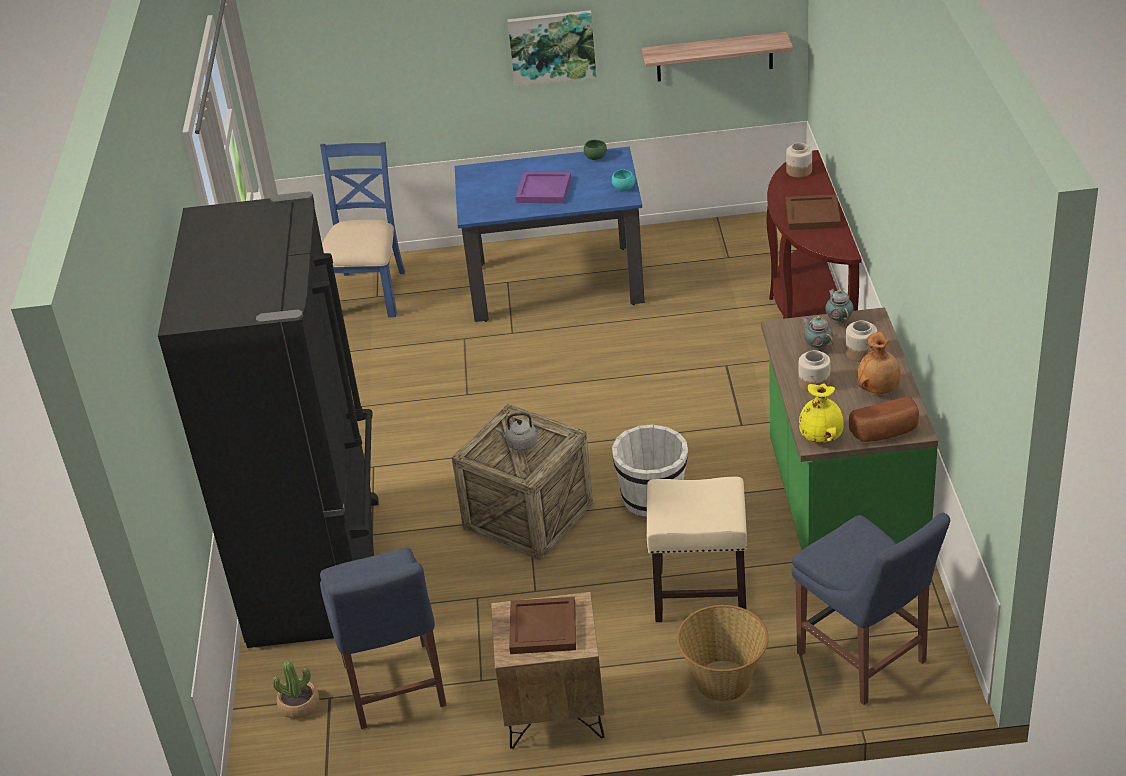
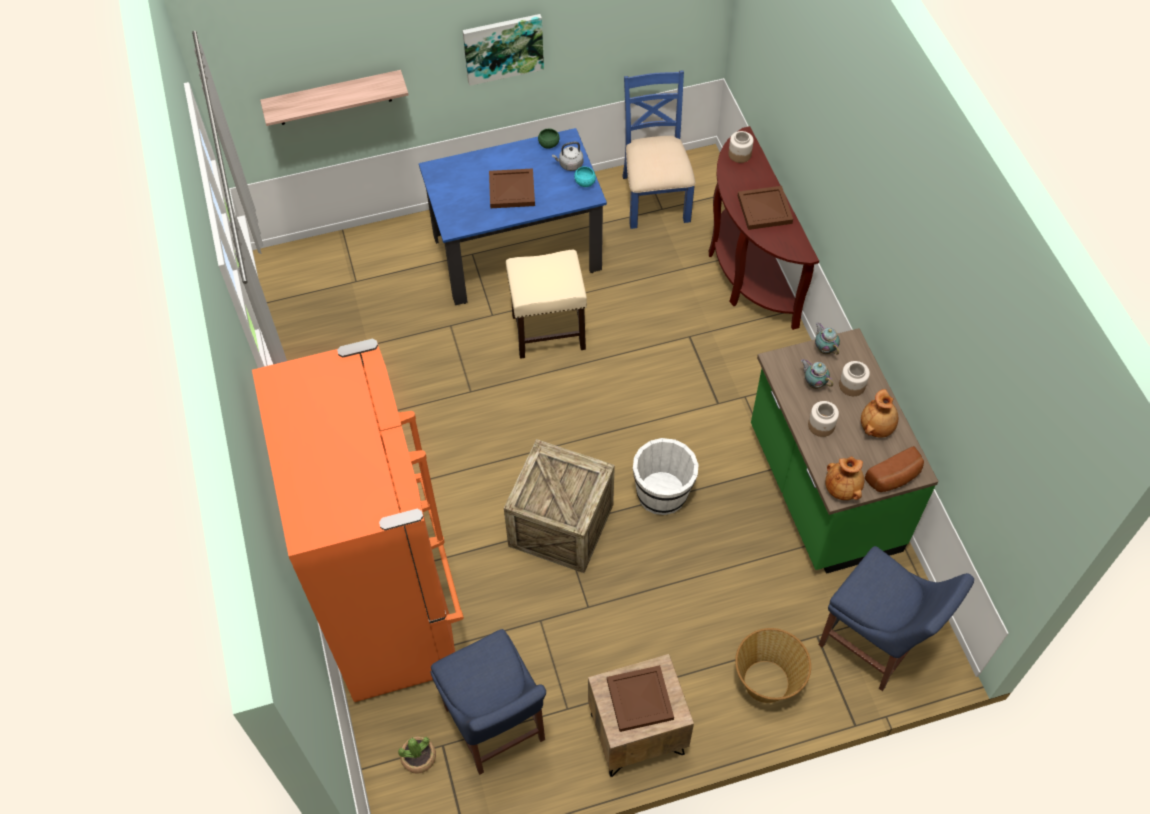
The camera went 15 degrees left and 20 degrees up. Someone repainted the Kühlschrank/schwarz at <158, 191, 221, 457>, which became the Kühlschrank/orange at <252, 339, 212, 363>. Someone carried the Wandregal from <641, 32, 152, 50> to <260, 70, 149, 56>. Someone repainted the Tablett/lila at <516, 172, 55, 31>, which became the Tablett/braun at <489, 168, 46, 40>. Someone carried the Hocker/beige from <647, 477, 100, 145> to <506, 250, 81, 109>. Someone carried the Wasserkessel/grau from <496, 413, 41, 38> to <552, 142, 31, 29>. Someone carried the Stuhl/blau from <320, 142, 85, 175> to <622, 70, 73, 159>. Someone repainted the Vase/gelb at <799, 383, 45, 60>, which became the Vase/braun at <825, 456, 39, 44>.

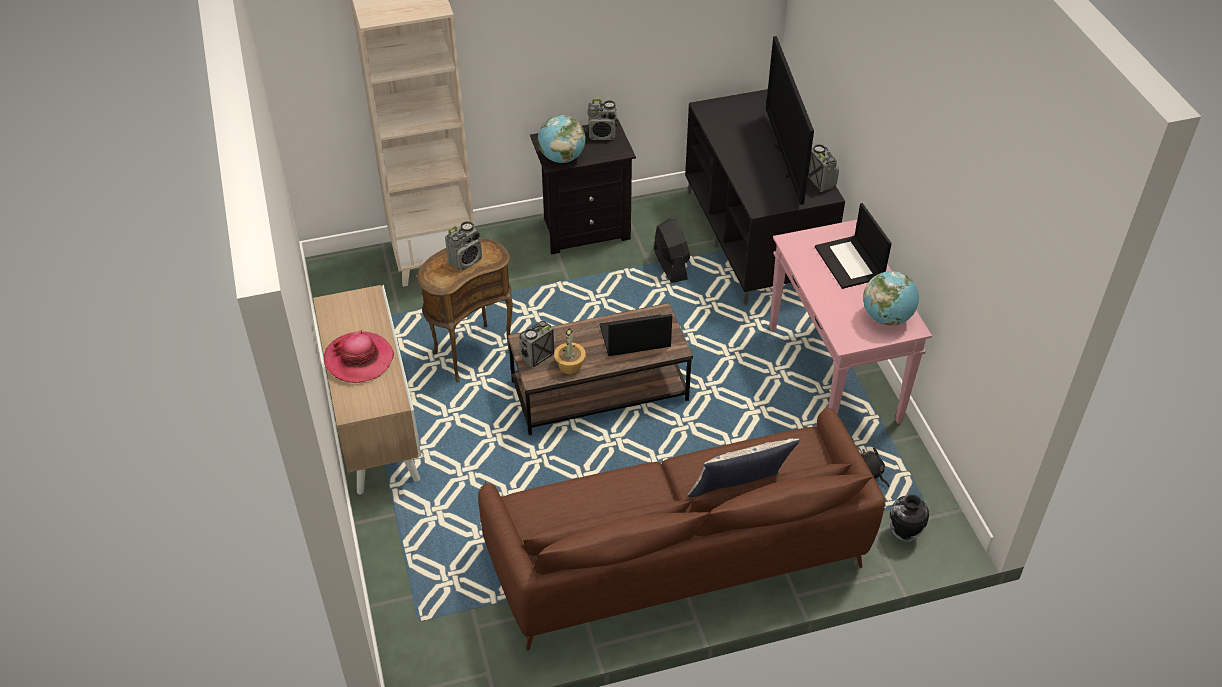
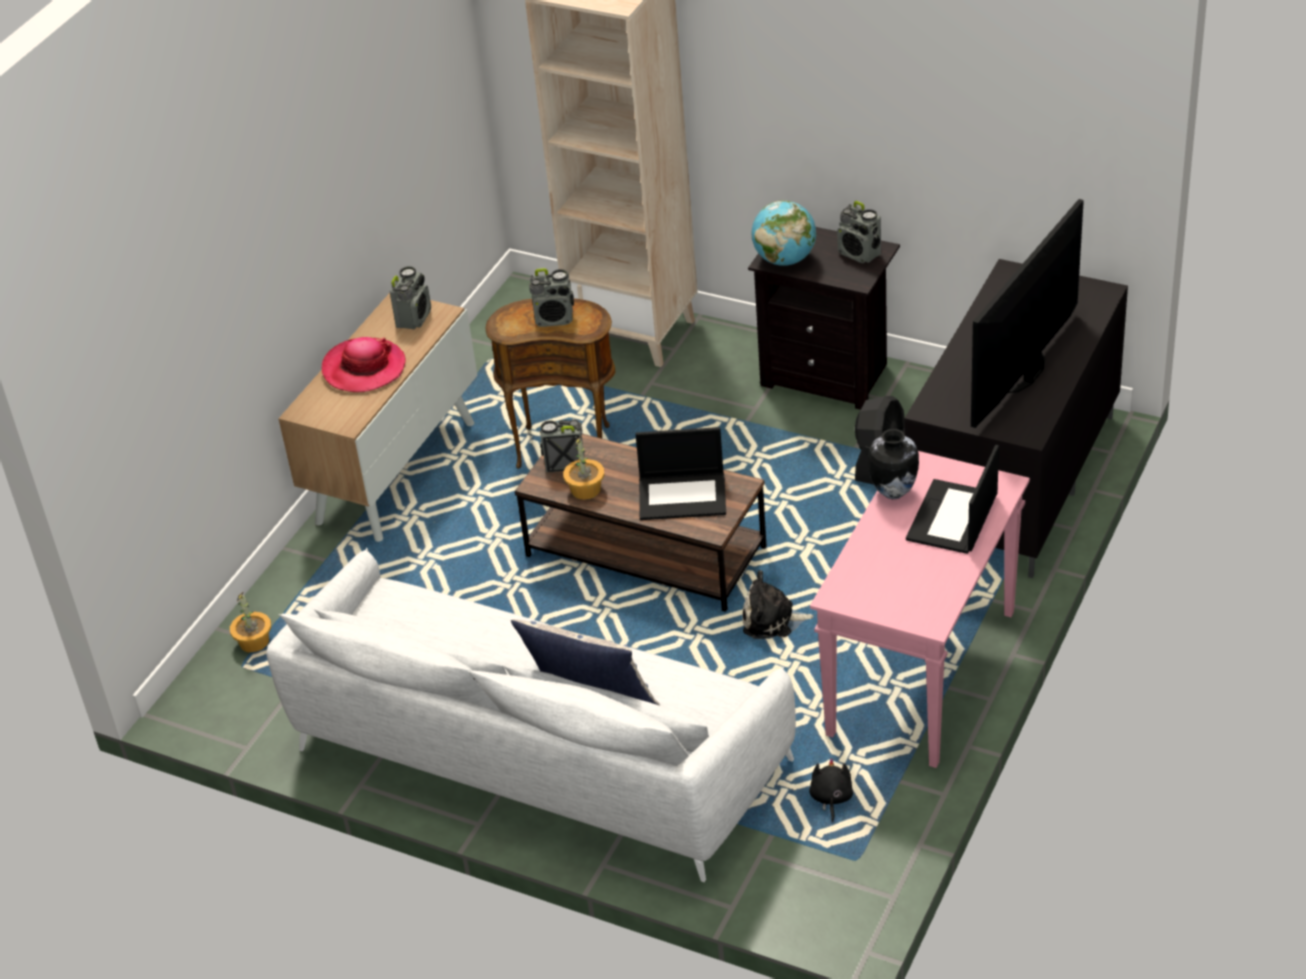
The camera went 45 degrees right and 5 degrees down. Someone put down the Topfpflanze at <230, 591, 41, 62>. Someone repainted the Sofa/braun at <478, 406, 407, 245>, which became the Sofa/weiß at <266, 548, 530, 334>. Someone carried the Radio from <808, 144, 31, 48> to <389, 266, 42, 64>. Someone rotated the Laptop at <600, 314, 72, 42> by 150 degrees clockwise. Someone put down the Plüschtier at <742, 570, 72, 69>. Someone carried the Vase from <890, 495, 39, 46> to <868, 429, 51, 70>. Someone took away the Globus at <863, 271, 56, 54>.

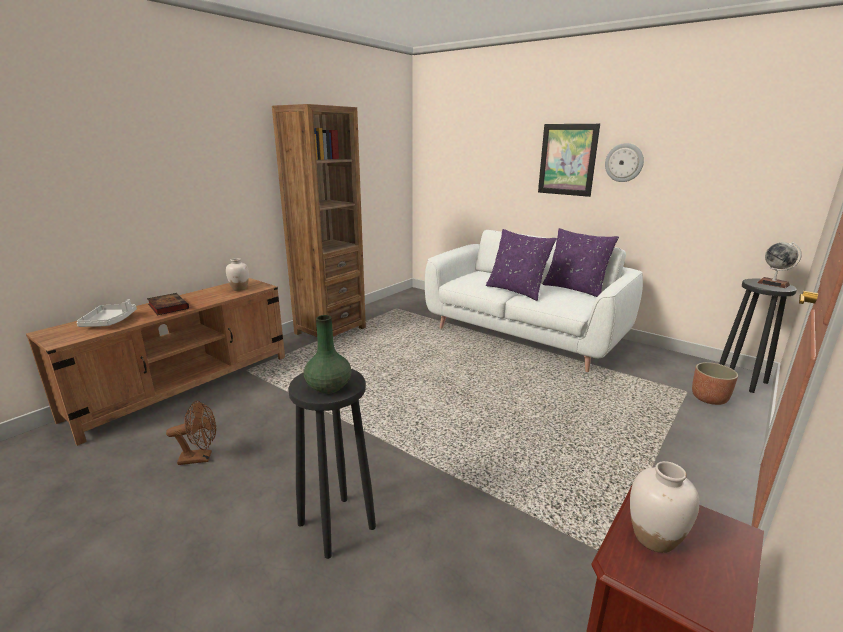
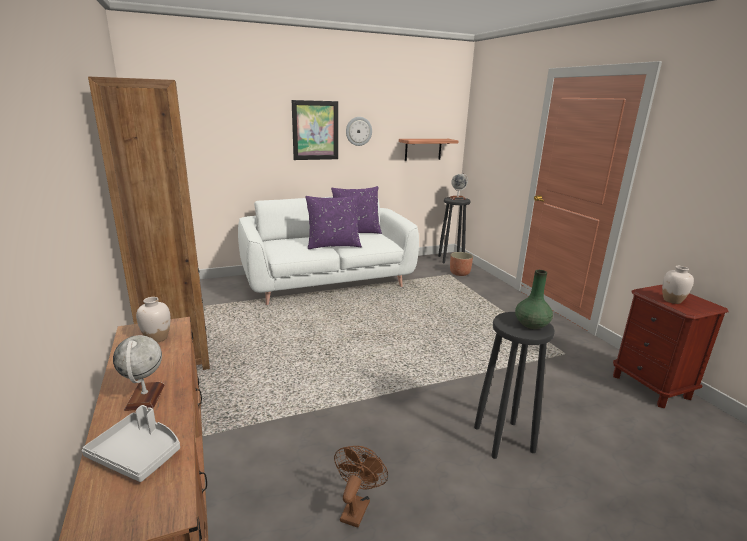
The camera went 60 degrees left and 0 degrees up. Someone swapped the Buch at <147, 293, 42, 22> for the Globus at <113, 335, 52, 76>. Someone put up the Wandregal at <399, 139, 60, 22>.

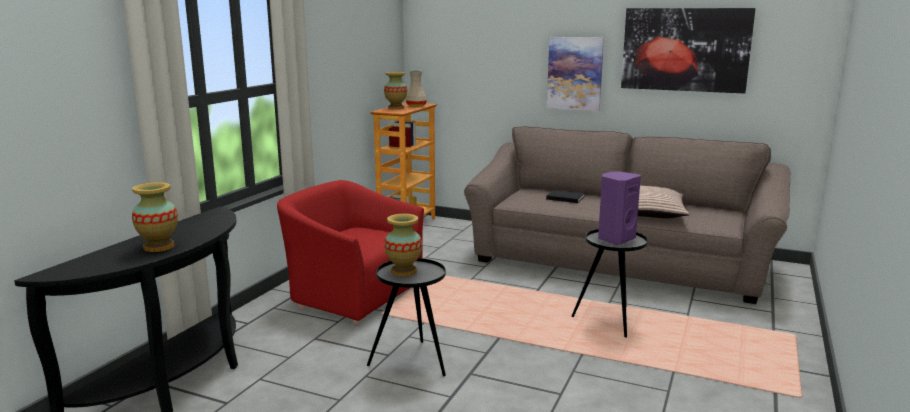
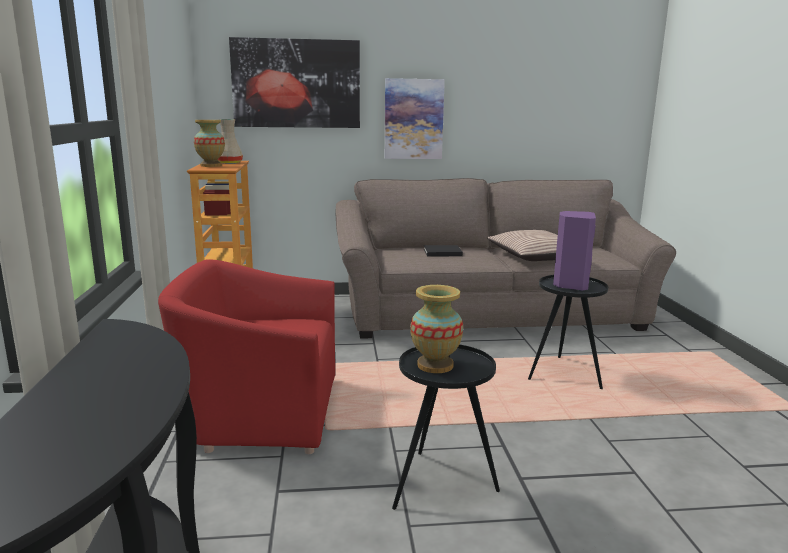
The camera went 30 degrees left and 0 degrees up. Someone carried the Bild from <621, 8, 135, 86> to <229, 37, 131, 91>. Someone took away the Vase at <132, 182, 46, 70>.

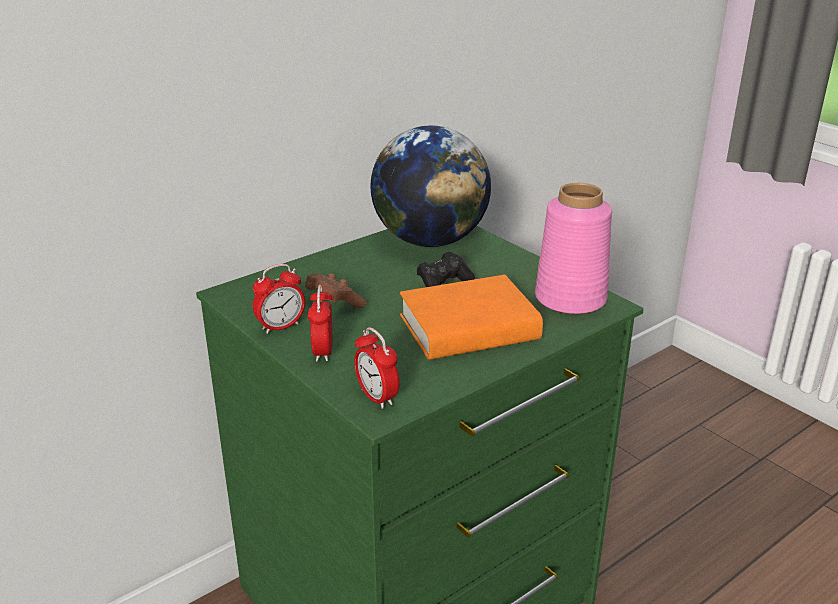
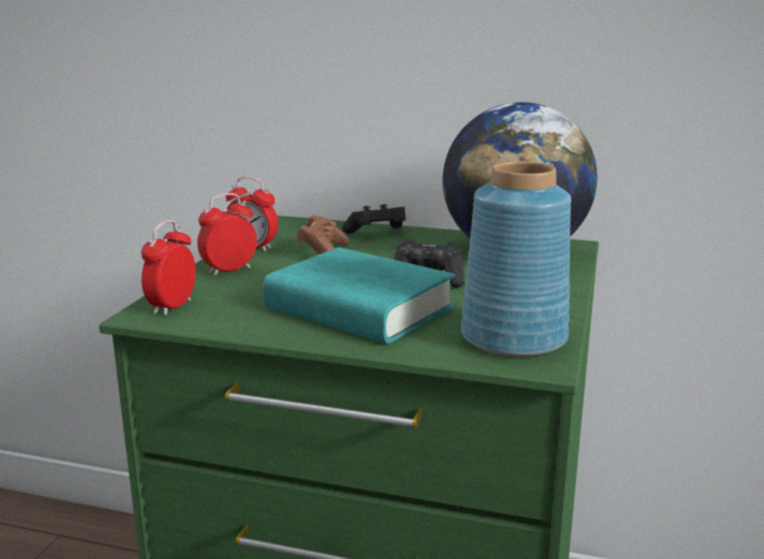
The camera went 55 degrees right and 10 degrees down. Someone repainted the Buch/orange at <400, 275, 143, 85>, which became the Buch/türkis at <263, 247, 192, 97>. Someone put down the Gamepad/schwarz at <342, 204, 64, 30>. Someone repainted the Vase/rosa at <535, 182, 77, 132>, which became the Vase/blau at <461, 161, 110, 196>.

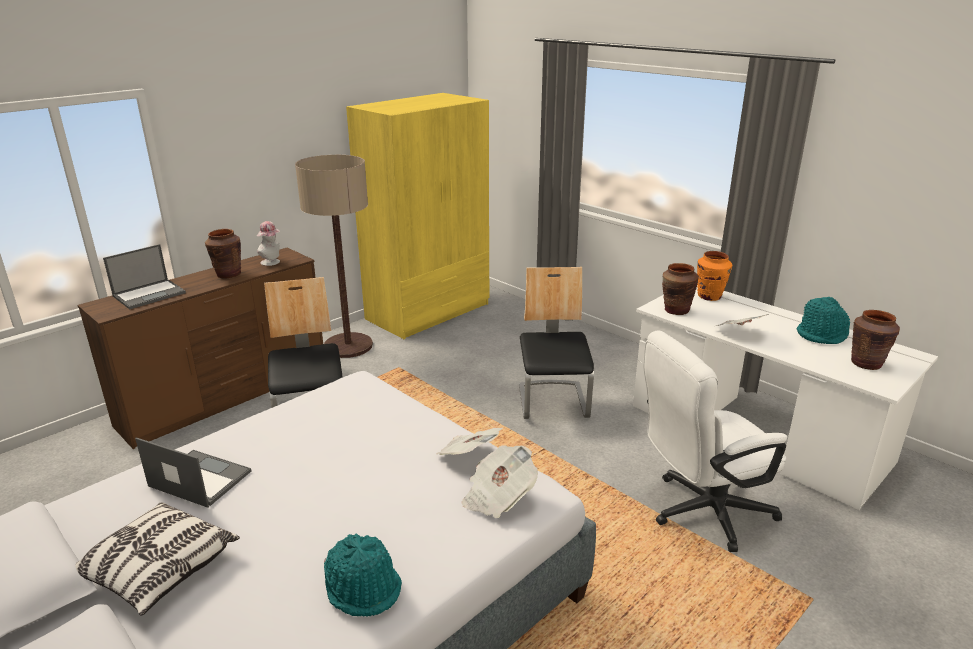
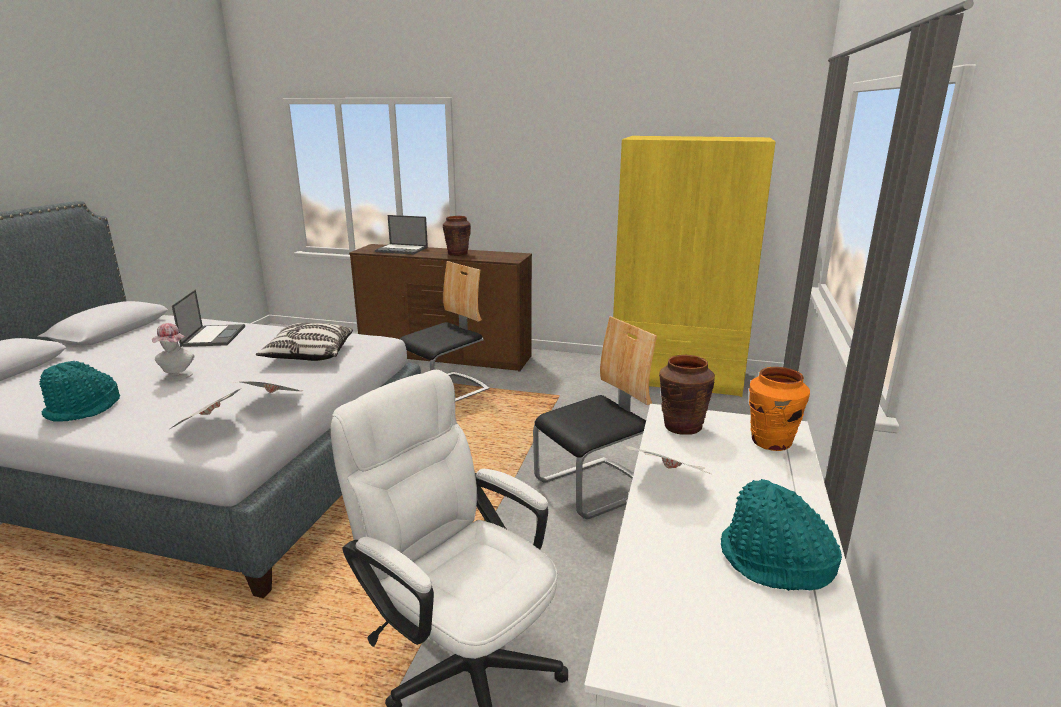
The camera went 60 degrees right and 5 degrees down. Someone carried the Hut from <257, 221, 24, 45> to <152, 323, 42, 58>. Someone carried the Kissen from <75, 502, 165, 114> to <256, 323, 97, 38>. Someone took away the Stehlampe at <295, 155, 78, 203>. Someone took away the Vase/braun at <851, 310, 49, 60>.

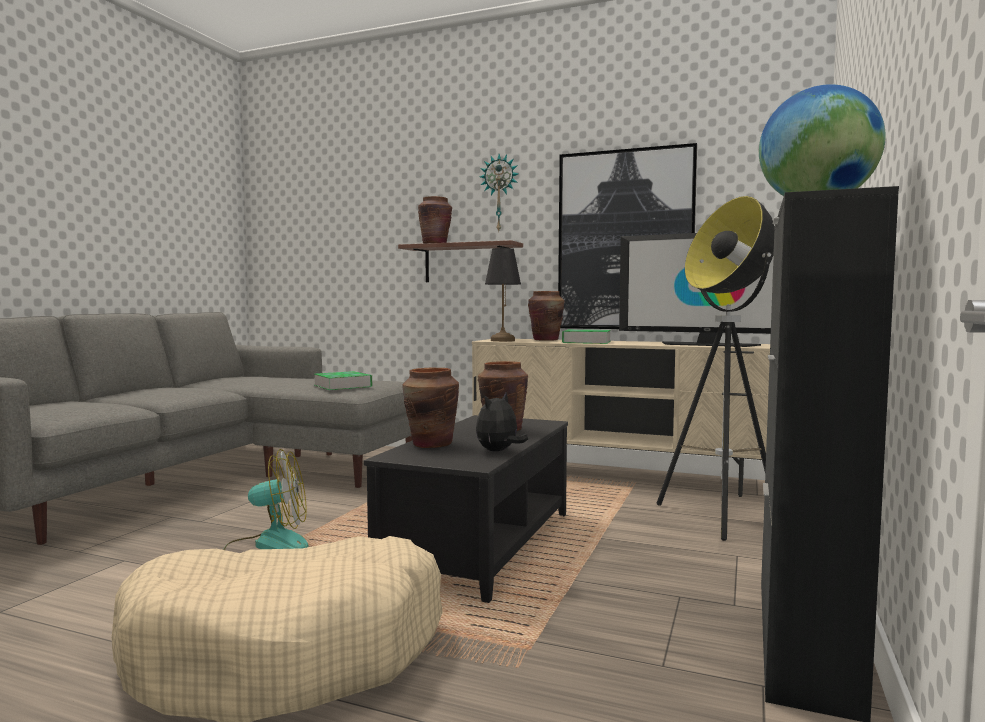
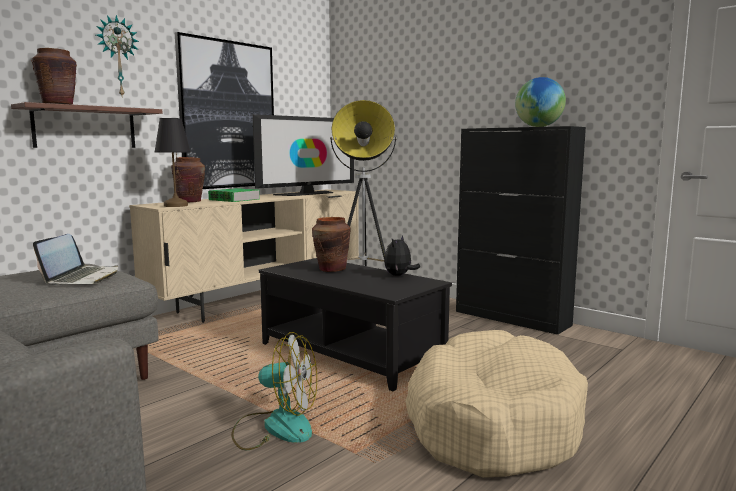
The camera went 70 degrees left and 5 degrees up. Someone swapped the Buch at <314, 371, 58, 19> for the Laptop at <33, 234, 85, 51>. Someone rotated the Ventilator at <223, 449, 85, 101> by 90 degrees clockwise. Someone rotated the Plüschtier at <476, 392, 52, 59> by 60 degrees clockwise. Someone took away the Vase/braun at <402, 368, 57, 80>.

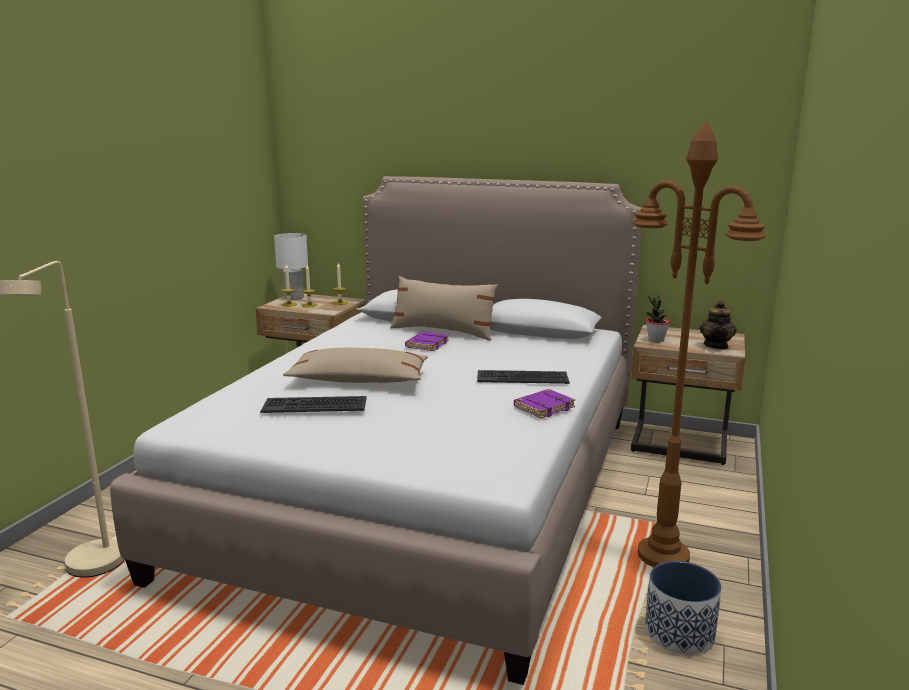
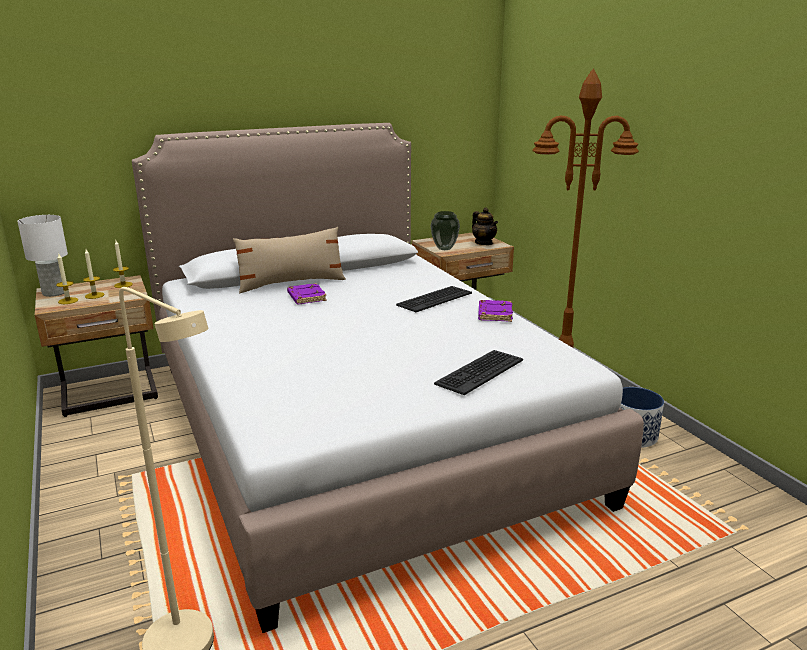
The camera went 45 degrees left and 5 degrees up. Someone swapped the Topfpflanze at <646, 295, 24, 47> for the Vase at <431, 211, 29, 39>. Someone carried the Tastatur from <260, 396, 107, 17> to <434, 350, 89, 45>. Someone took away the Kissen/beige at <283, 348, 145, 35>.

